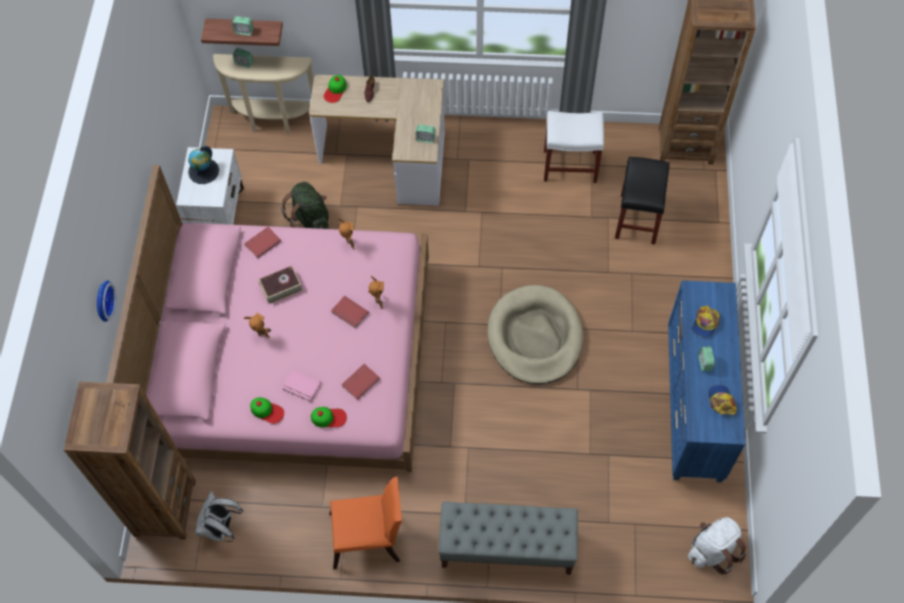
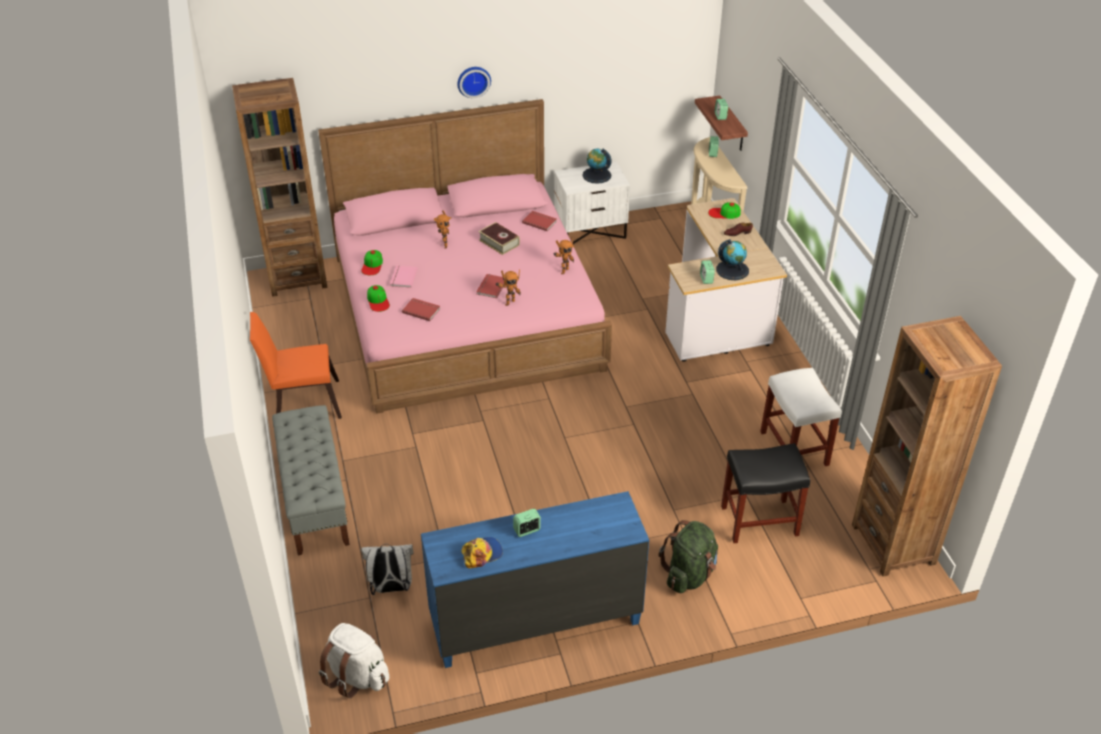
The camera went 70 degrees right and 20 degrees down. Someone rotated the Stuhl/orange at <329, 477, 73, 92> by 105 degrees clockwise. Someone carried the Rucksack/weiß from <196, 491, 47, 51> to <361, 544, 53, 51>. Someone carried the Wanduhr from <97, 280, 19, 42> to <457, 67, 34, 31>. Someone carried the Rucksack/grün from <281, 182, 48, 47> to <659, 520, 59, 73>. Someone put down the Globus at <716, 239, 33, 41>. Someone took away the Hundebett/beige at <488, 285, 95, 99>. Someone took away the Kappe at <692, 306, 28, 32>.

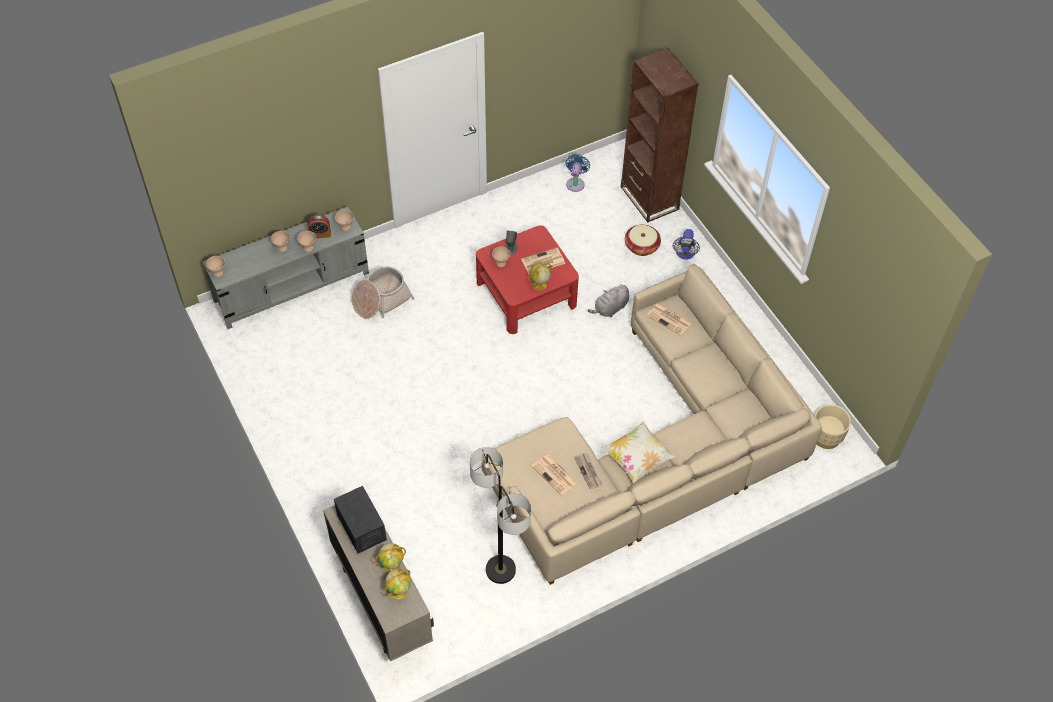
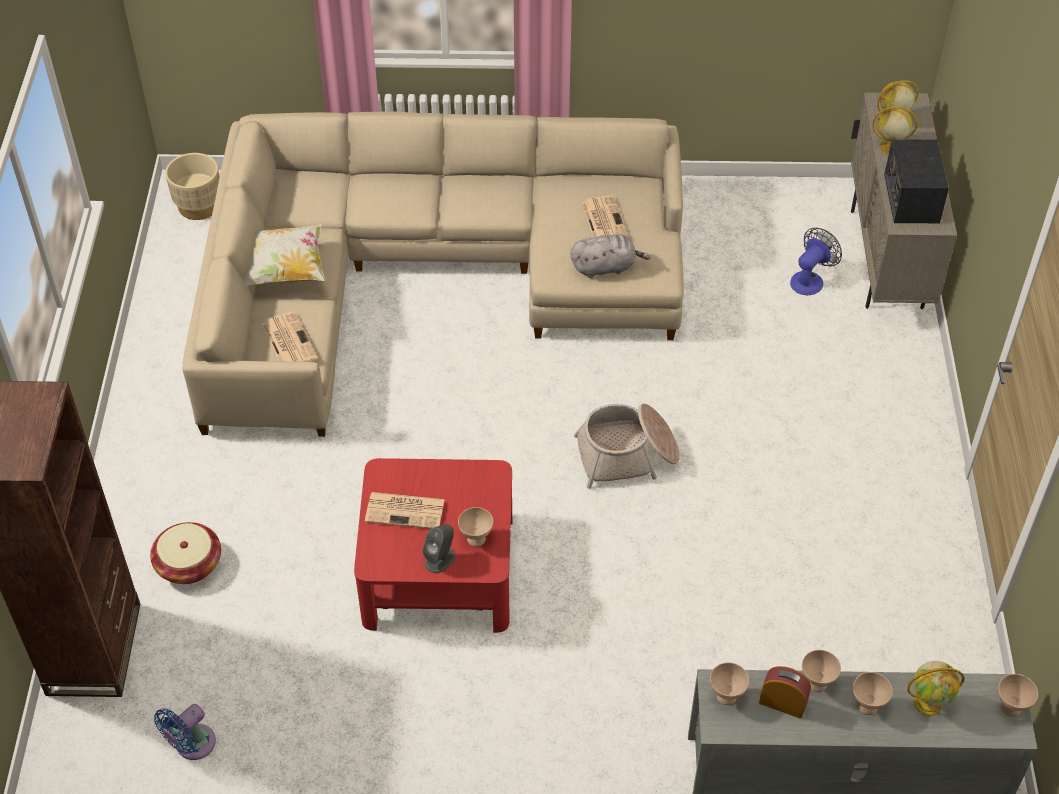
The camera went 150 degrees left and 5 degrees down. Someone carried the Kissen from <601, 421, 75, 62> to <243, 224, 82, 62>. Someone carried the Plüschtier/grau from <588, 284, 41, 33> to <571, 234, 79, 44>. Someone carried the Korb from <352, 266, 63, 53> to <574, 404, 106, 85>. Someone carried the Ventilator from <673, 229, 27, 31> to <790, 228, 52, 68>. Someone carried the Globus from <529, 263, 22, 28> to <907, 661, 58, 55>. Someone took away the Stehlampe at <470, 447, 61, 137>. Someone took away the Zeitung at <574, 453, 28, 37>.

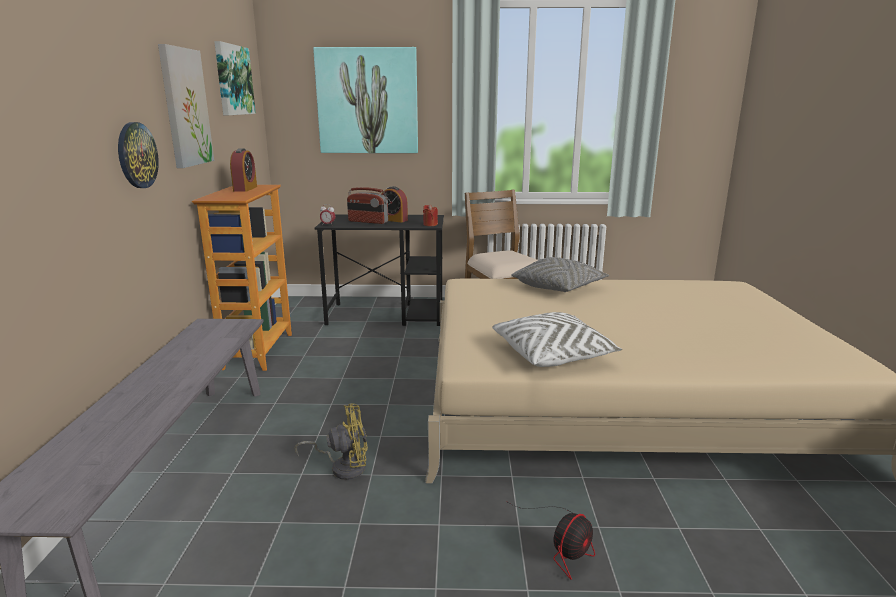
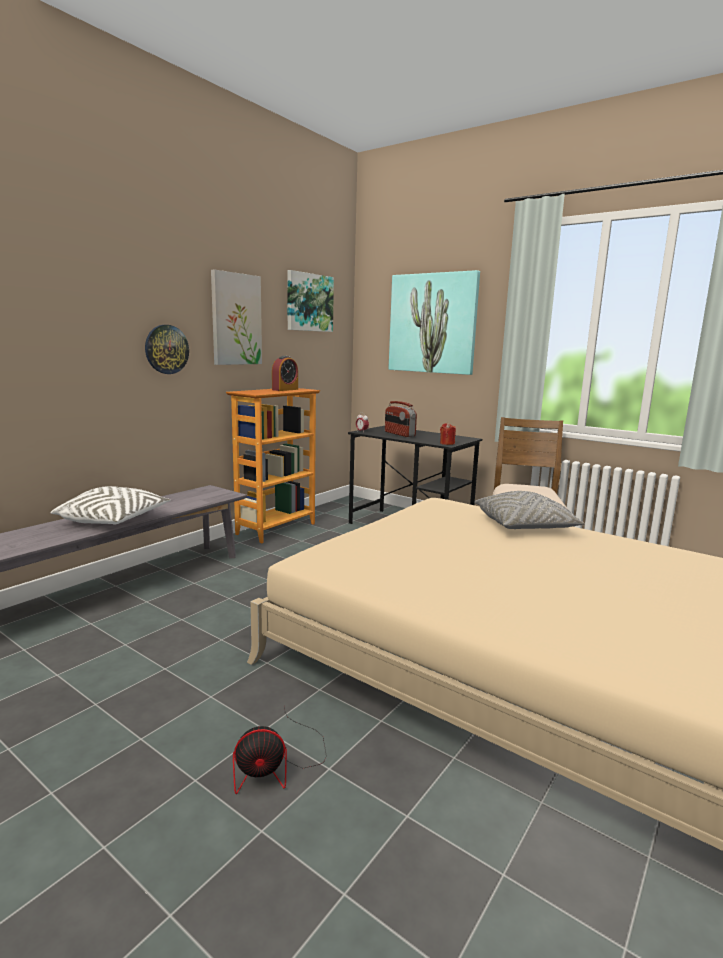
The camera went 35 degrees right and 5 degrees down. Someone carried the Kissen/weiß from <492, 312, 130, 55> to <51, 486, 119, 39>. Someone took away the Ventilator/gelb at <294, 403, 74, 77>. Someone took away the Wecker at <381, 186, 27, 36>.

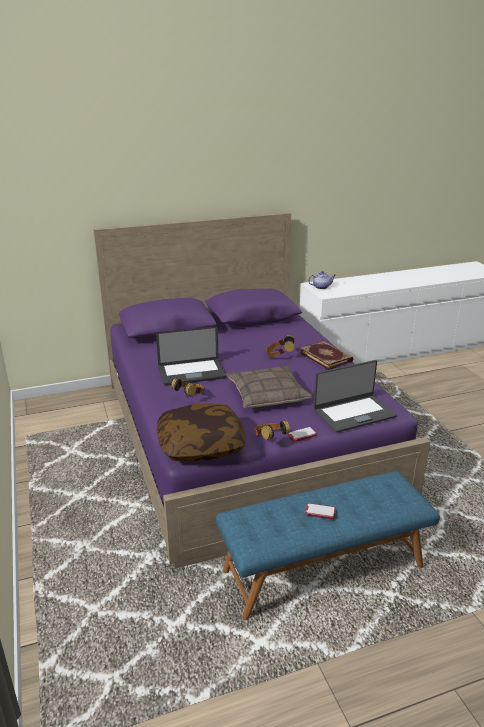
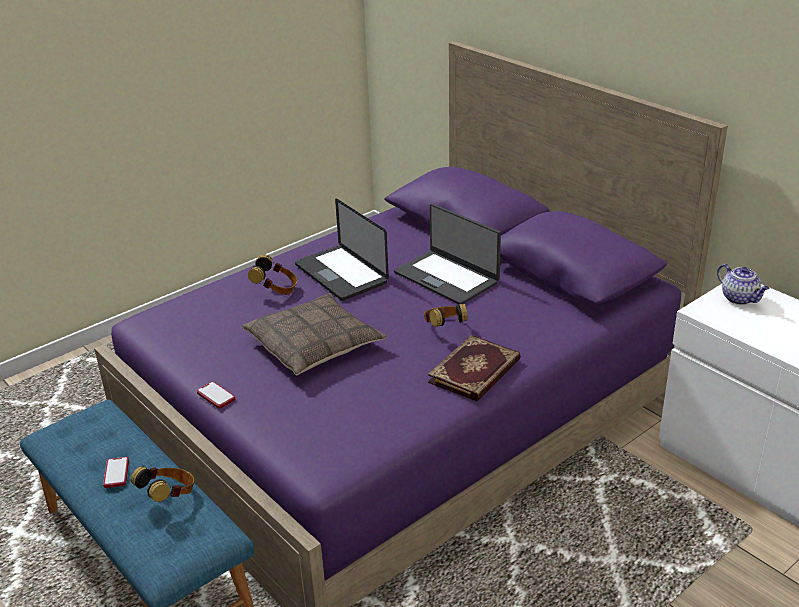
The camera went 70 degrees right and 5 degrees up. Someone carried the Kopfhörer from <255, 420, 35, 20> to <131, 466, 63, 36>. Someone carried the Laptop from <314, 360, 83, 73> to <394, 203, 107, 101>. Someone took away the Kissen at <157, 403, 89, 58>.

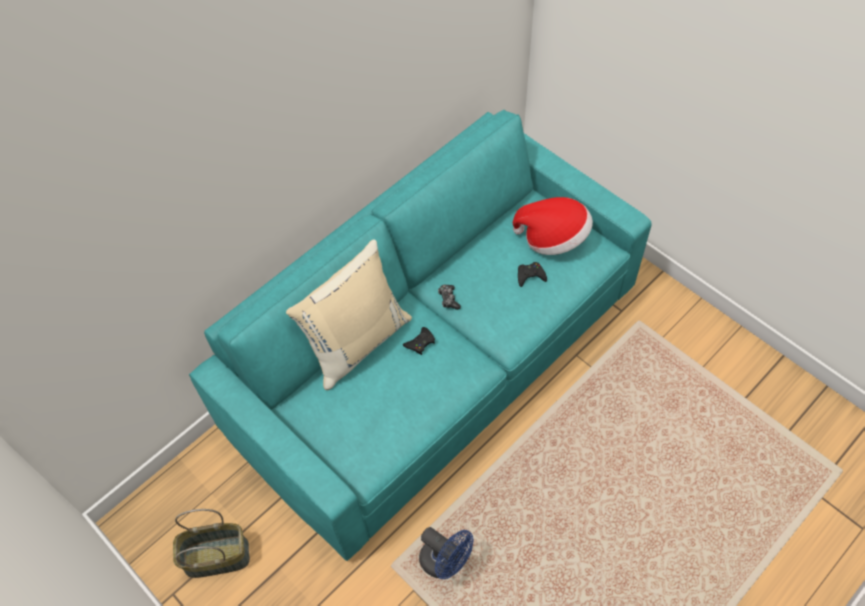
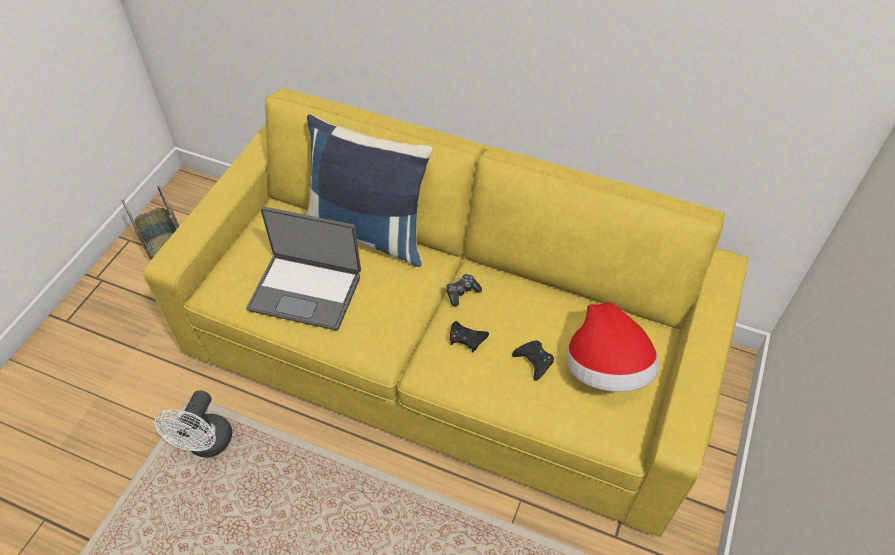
The camera went 65 degrees right and 5 degrees down. Someone repainted the Sofa/türkis at <189, 110, 463, 451>, which became the Sofa/gelb at <144, 88, 605, 449>. Someone repainted the Ventilator/blau at <419, 527, 55, 52>, which became the Ventilator/weiß at <154, 390, 78, 67>. Someone put down the Laptop at <246, 207, 115, 123>. Someone repainted the Kissen/beige at <286, 239, 126, 151>, which became the Kissen/blau at <307, 114, 126, 153>. Someone carried the Gamepad/schwarz from <403, 327, 32, 28> to <450, 321, 39, 31>.

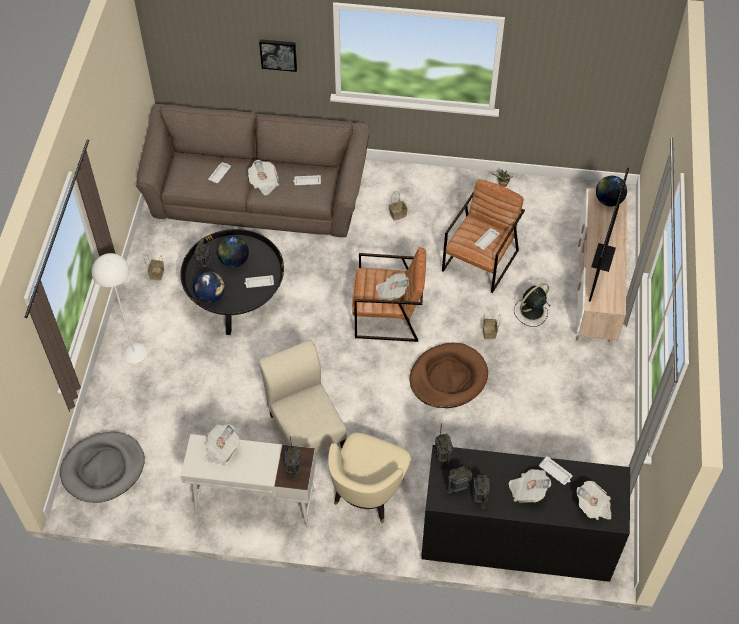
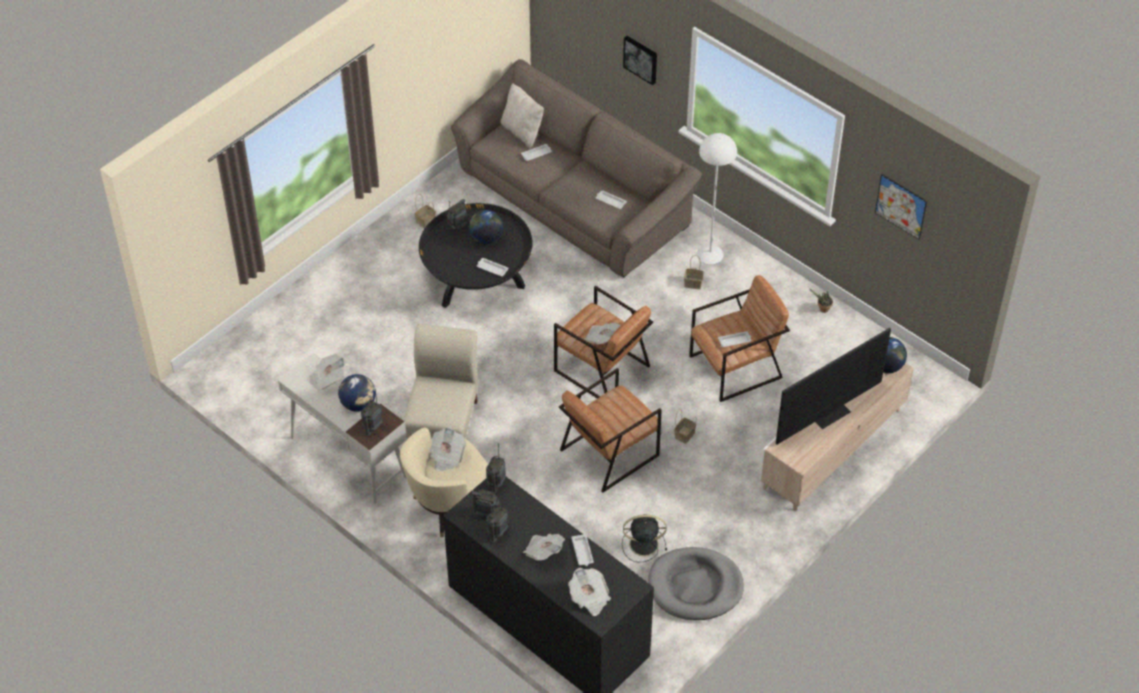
The camera went 35 degrees right and 5 degrees down. Someone carried the Globus from <193, 271, 32, 32> to <338, 374, 38, 38>. Someone carried the Zeitung from <248, 160, 31, 35> to <430, 427, 36, 44>. Someone put down the Kissen/beige at <500, 83, 44, 66>. Someone swapped the Hundebett/braun at <410, 343, 78, 65> for the Sessel/braun at <559, 368, 103, 125>. Someone carried the Ventilator/schwarz from <514, 283, 37, 44> to <622, 514, 45, 48>. Someone carried the Hundebett/grau from <60, 432, 85, 71> to <648, 547, 96, 73>. Someone carried the Stehlampe/weiß from <92, 253, 55, 111> to <697, 133, 40, 131>. Someone put up the Bild at <875, 174, 52, 66>.

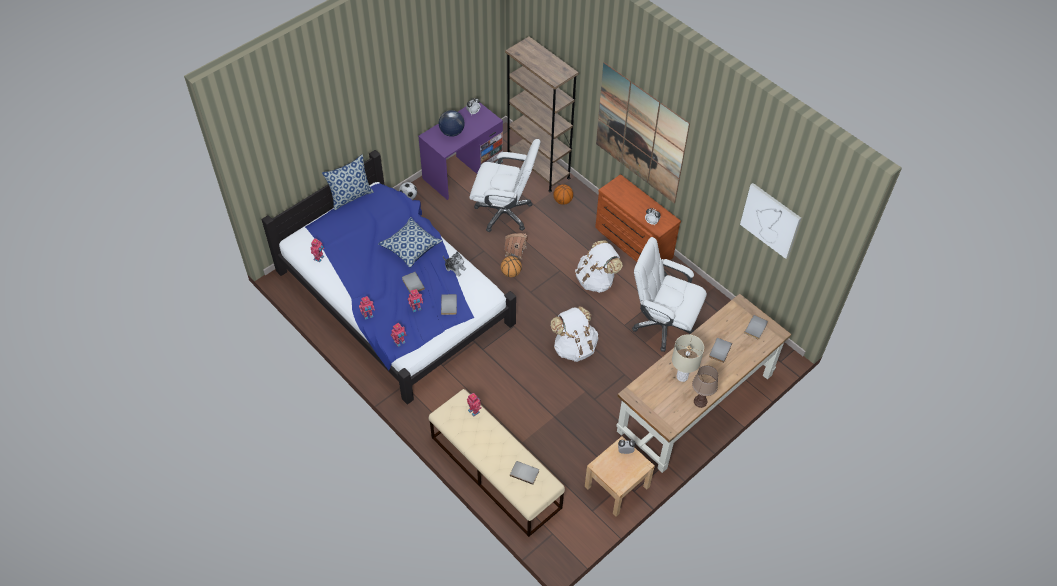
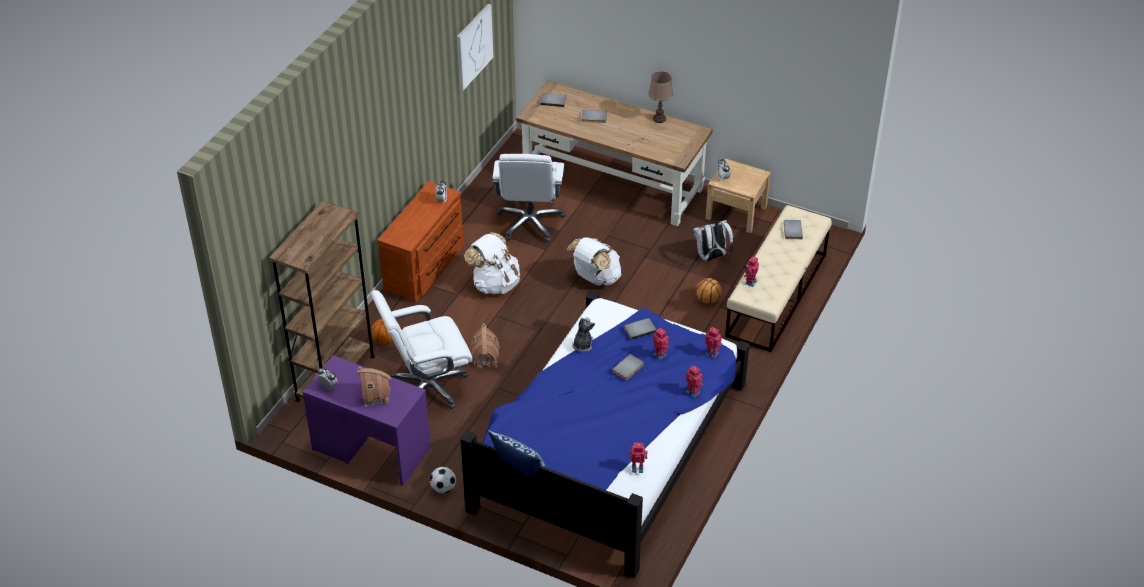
The camera went 110 degrees left and 10 degrees down. Someone swapped the Globus at <439, 110, 26, 27> for the Spielzeughaus at <358, 367, 33, 40>. Someone rotated the Bürostuhl/weiß at <470, 139, 71, 93> by 105 degrees counterclockwise. Someone put down the Rucksack/weiß at <693, 220, 40, 41>. Someone carried the Basketball from <501, 256, 21, 21> to <696, 278, 26, 26>. Someone took away the Kissen at <378, 217, 65, 51>. Someone took away the Bild at <596, 62, 94, 142>. Someone took away the Tischlampe/beige at <672, 334, 32, 48>.

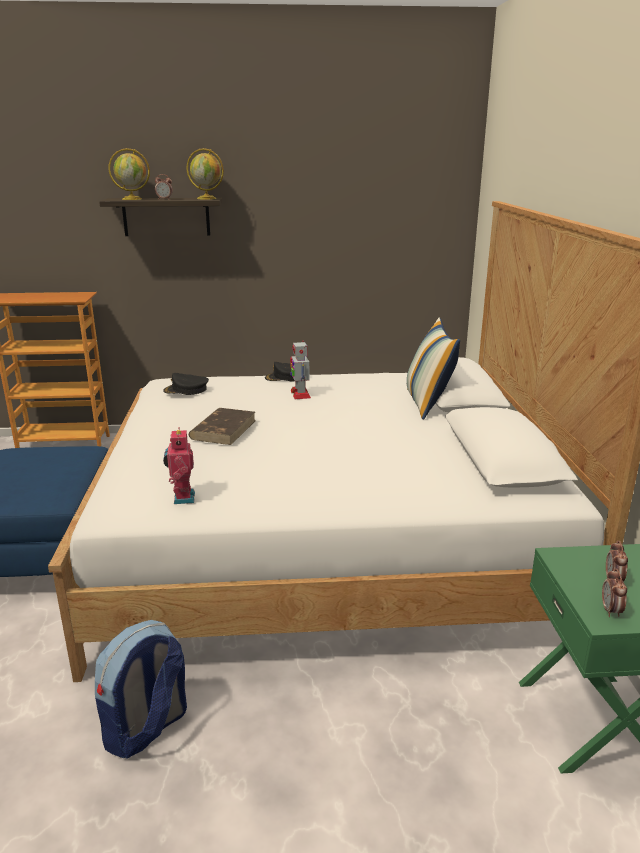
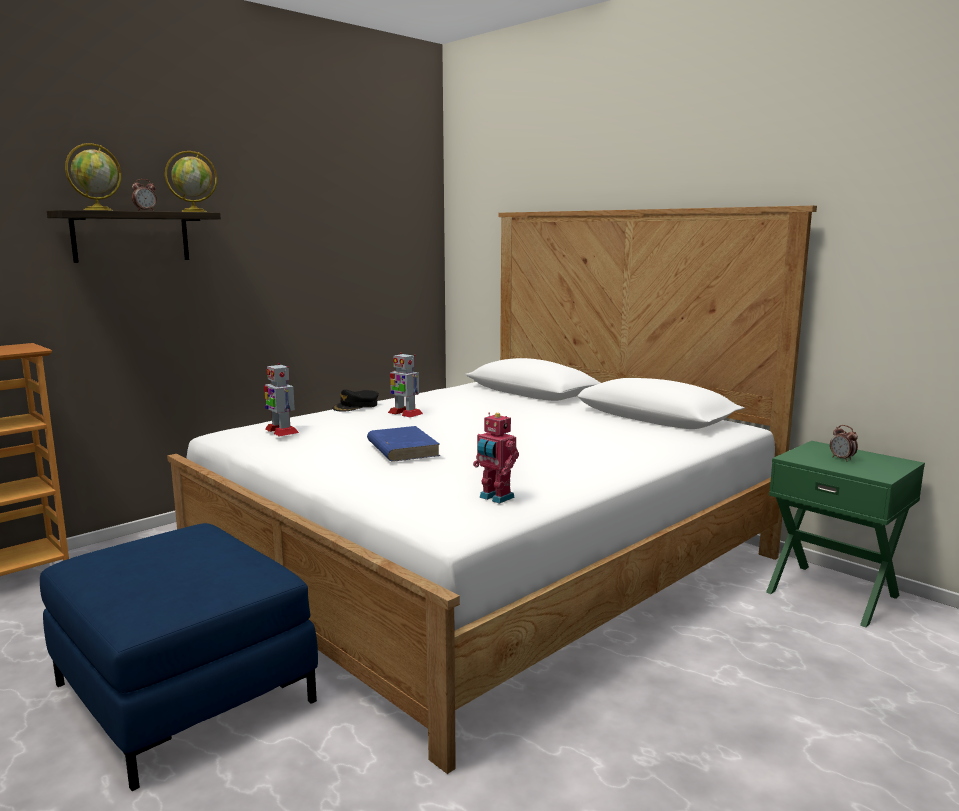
The camera went 40 degrees left and 10 degrees down. Someone swapped the Kappe/schwarz at <163, 373, 46, 22> for the Spielzeugroboter at <264, 363, 35, 74>. Someone repainted the Buch/braun at <189, 408, 67, 37>, which became the Buch/blau at <367, 426, 73, 36>. Someone took away the Rucksack at <95, 620, 92, 139>. Someone took away the Kissen at <407, 318, 53, 102>. Someone took away the Wecker at <602, 568, 25, 49>.

